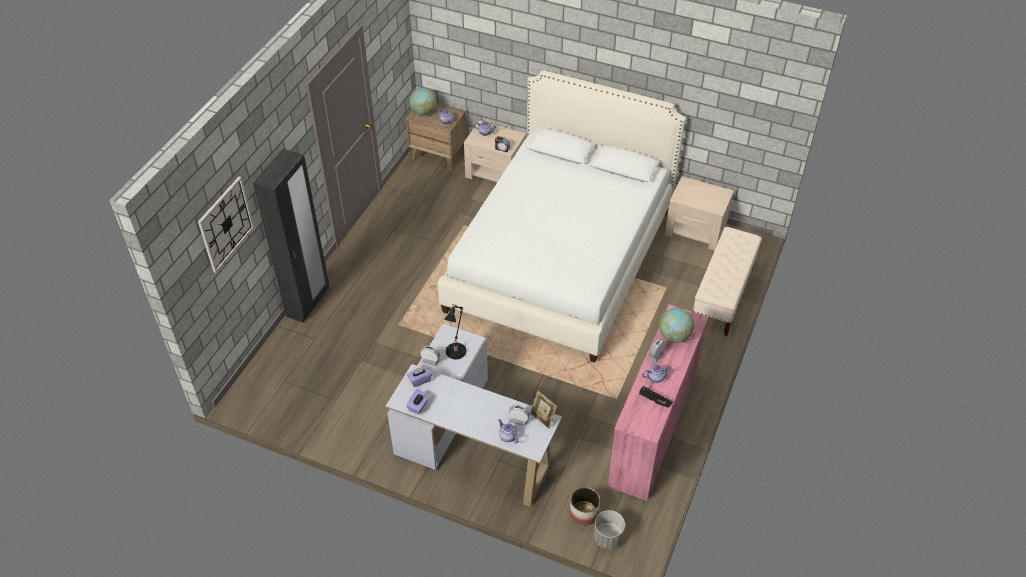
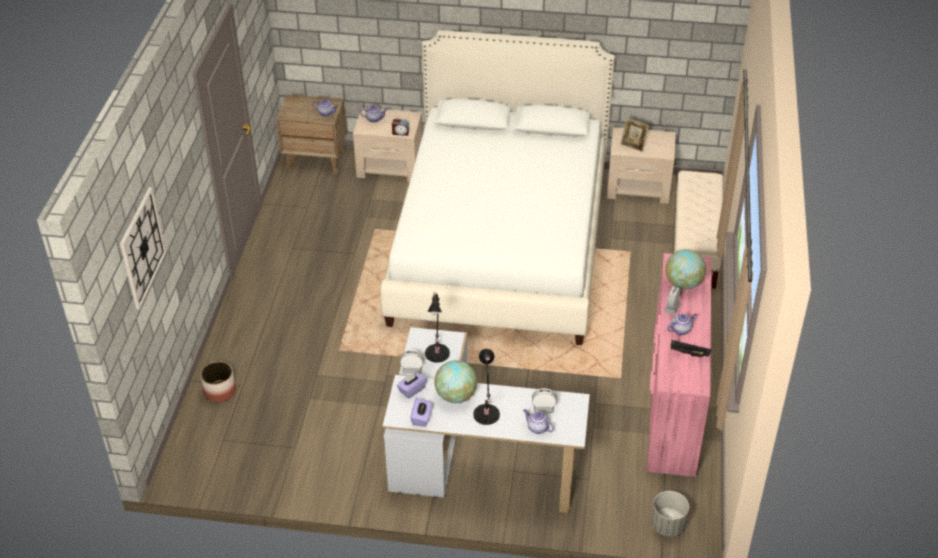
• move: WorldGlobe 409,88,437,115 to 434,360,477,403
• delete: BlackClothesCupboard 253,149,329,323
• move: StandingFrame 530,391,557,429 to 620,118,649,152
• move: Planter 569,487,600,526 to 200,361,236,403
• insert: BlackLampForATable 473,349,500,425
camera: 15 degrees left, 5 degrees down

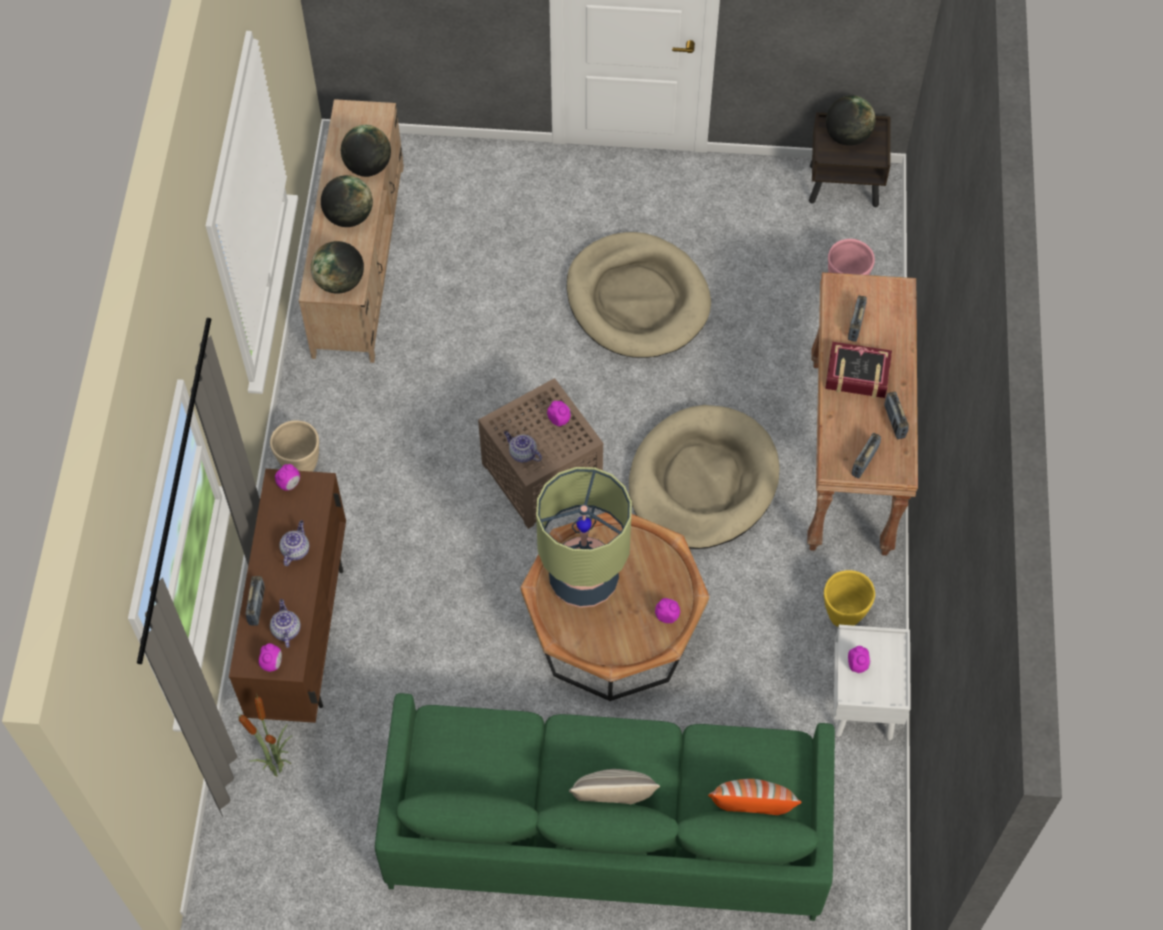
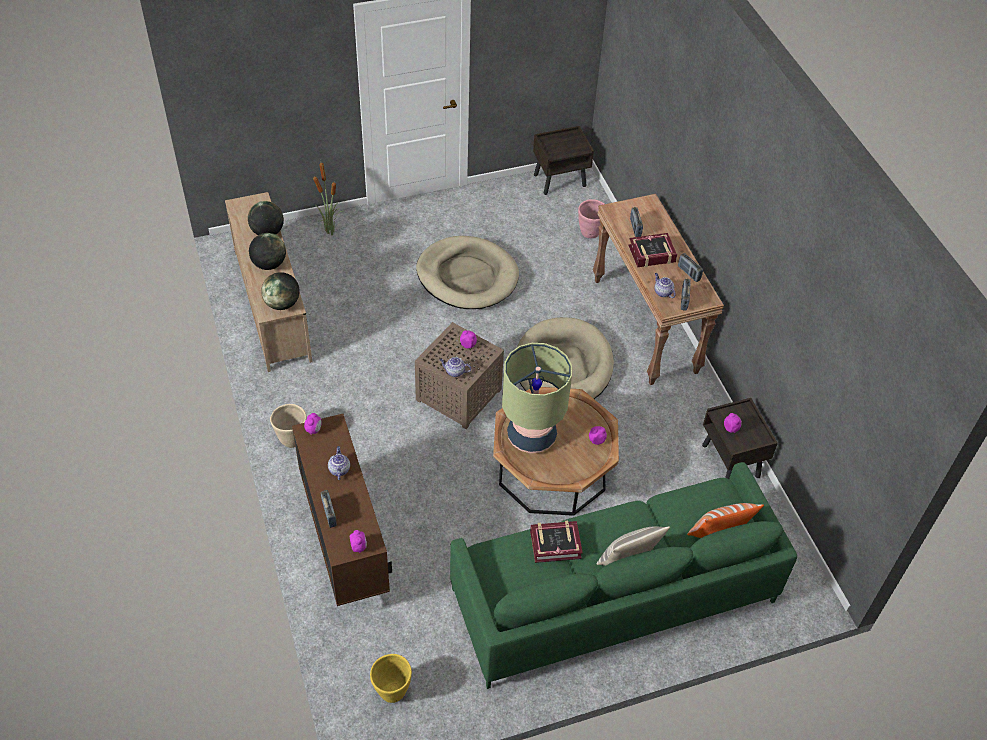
• delete: WorldGlobe 826,95,876,146
• move: YellowishPlanter 824,570,875,627 to 370,654,412,703
• move: PotForTea 270,599,301,648 to 654,273,676,298
• recolor: WhiteColouredNightstand 834,625,911,740 to BrownNightstand 702,398,778,479
• move: Houseplant 239,693,292,776 to 313,158,342,235
• insert: Book 530,521,583,563
camera: 25 degrees left, 10 degrees down

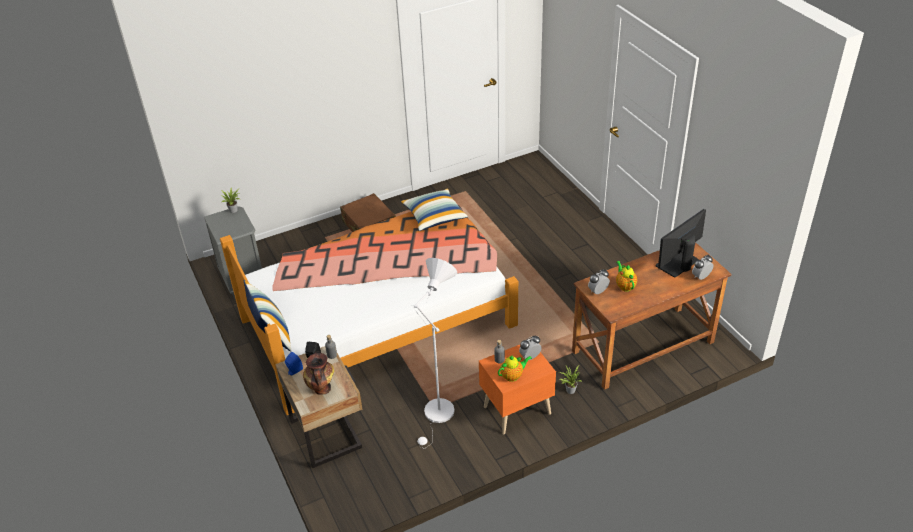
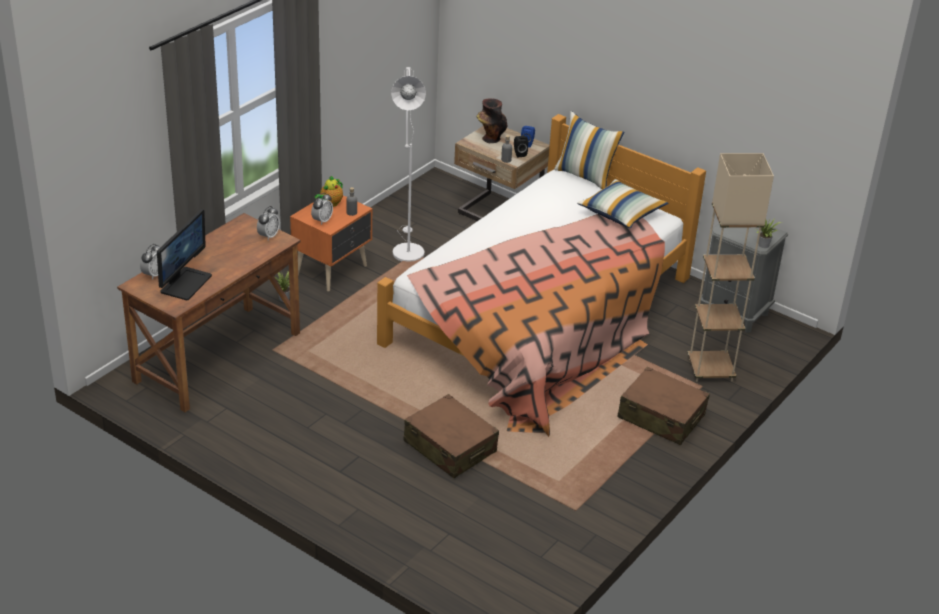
• move: Cushion 400,188,468,231 to 577,179,668,228
• delete: PotForTea 616,261,637,292
• insert: BeigeColouredStandardLamp 688,153,774,382
• insert: BrownTravelCase 404,394,499,478
camera: 150 degrees right, 5 degrees down

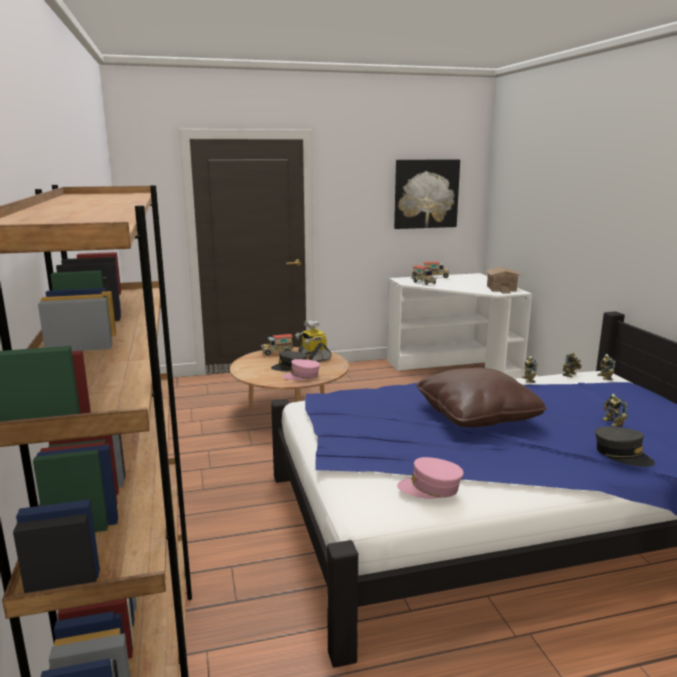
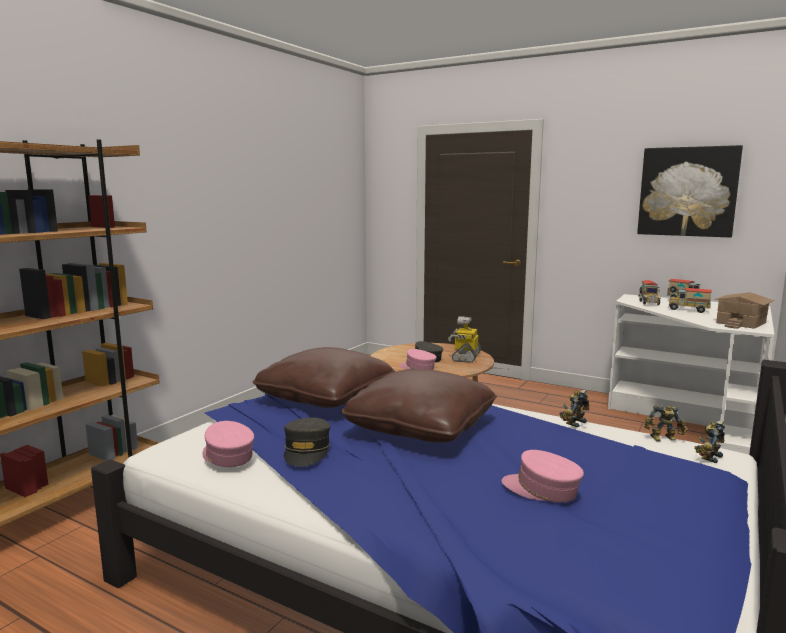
• move: ToyLorry 261,334,293,355 to 669,288,712,313
• replace: ToyRobot 602,393,628,427 to PinkishBaseballCap 502,450,584,503
• move: GreyishBaseballCap 595,426,655,467 to 284,418,330,467
• insert: BrownCushion 252,347,395,408
camera: 45 degrees right, 5 degrees down

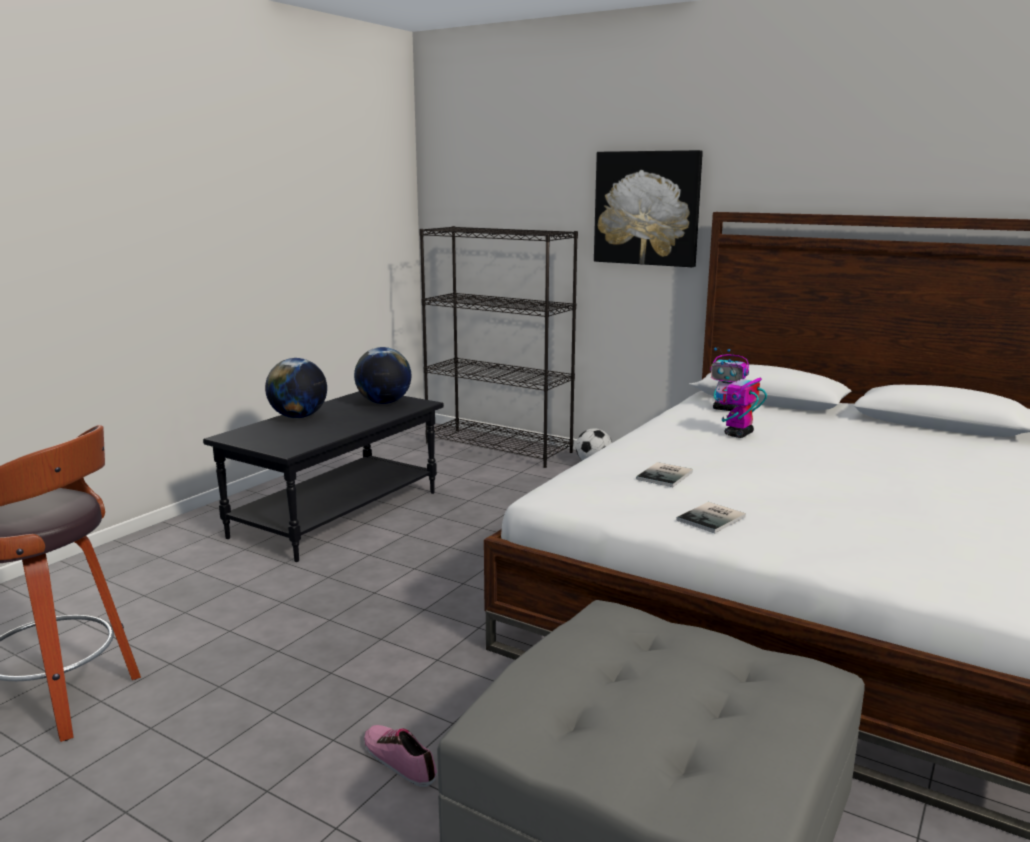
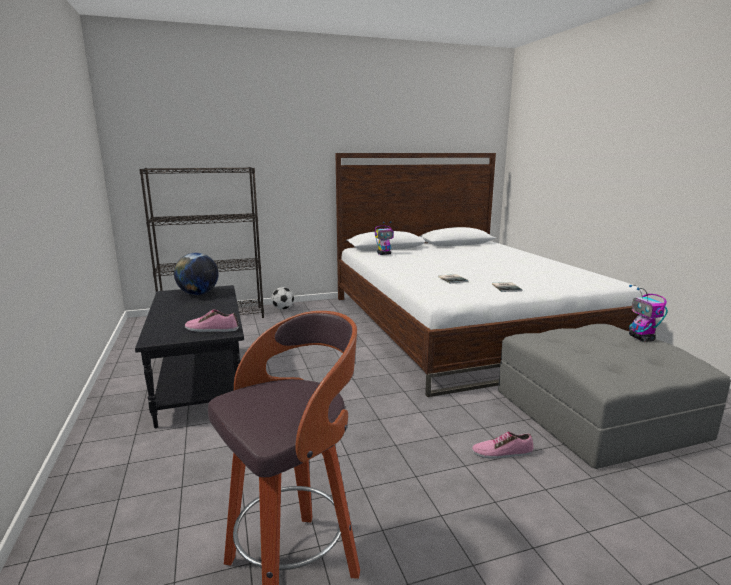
• delete: WallPicture 594,150,703,267
• delete: WorldGlobe 265,358,327,418
• move: ToyRobot 721,359,767,438 to 629,285,668,342
• insert: ItemOfFootwear 185,310,239,332
camera: 50 degrees left, 0 degrees up

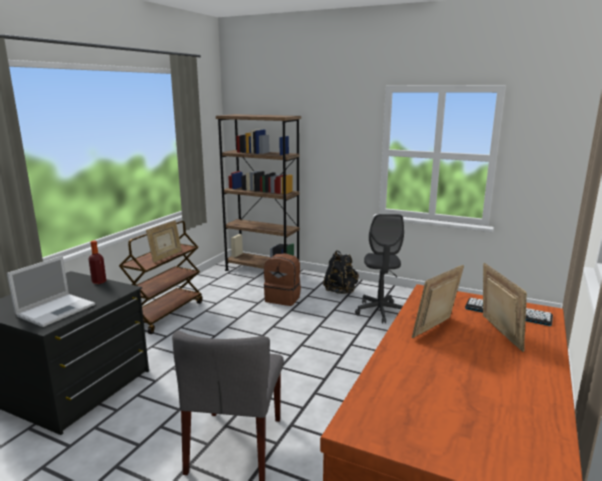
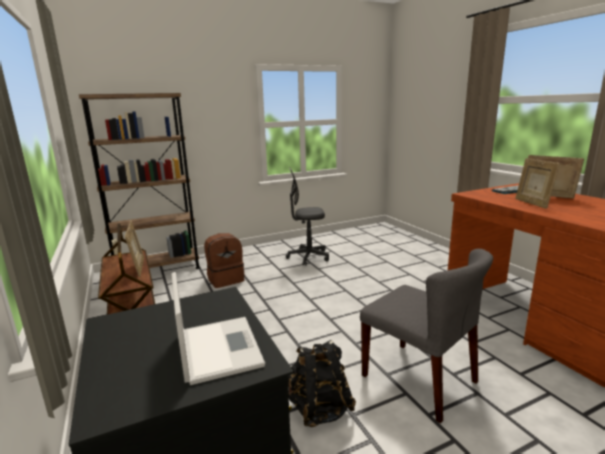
• rotate: GreyishDeskChair 355,214,404,323 = 286,167,329,266 135 degrees clockwise
• delete: BeverageBottle 88,240,106,284
• move: BlackRucksack 323,250,359,294 to 288,340,356,427
camera: 50 degrees left, 0 degrees up

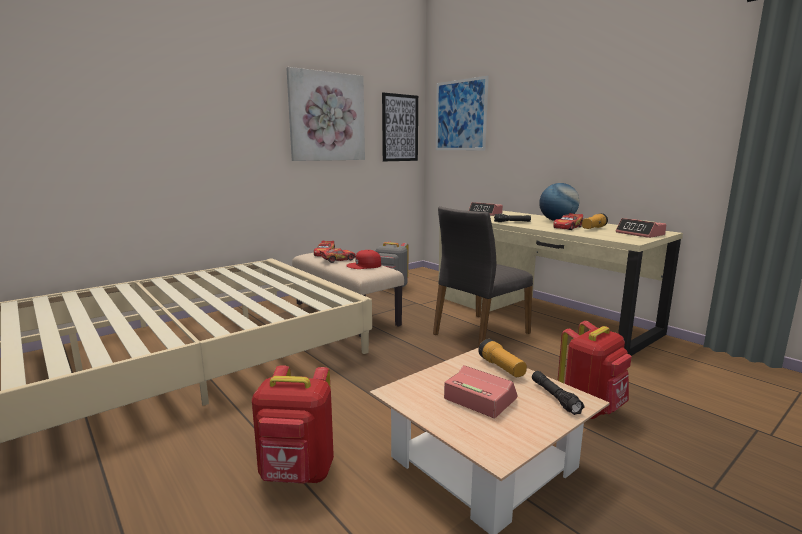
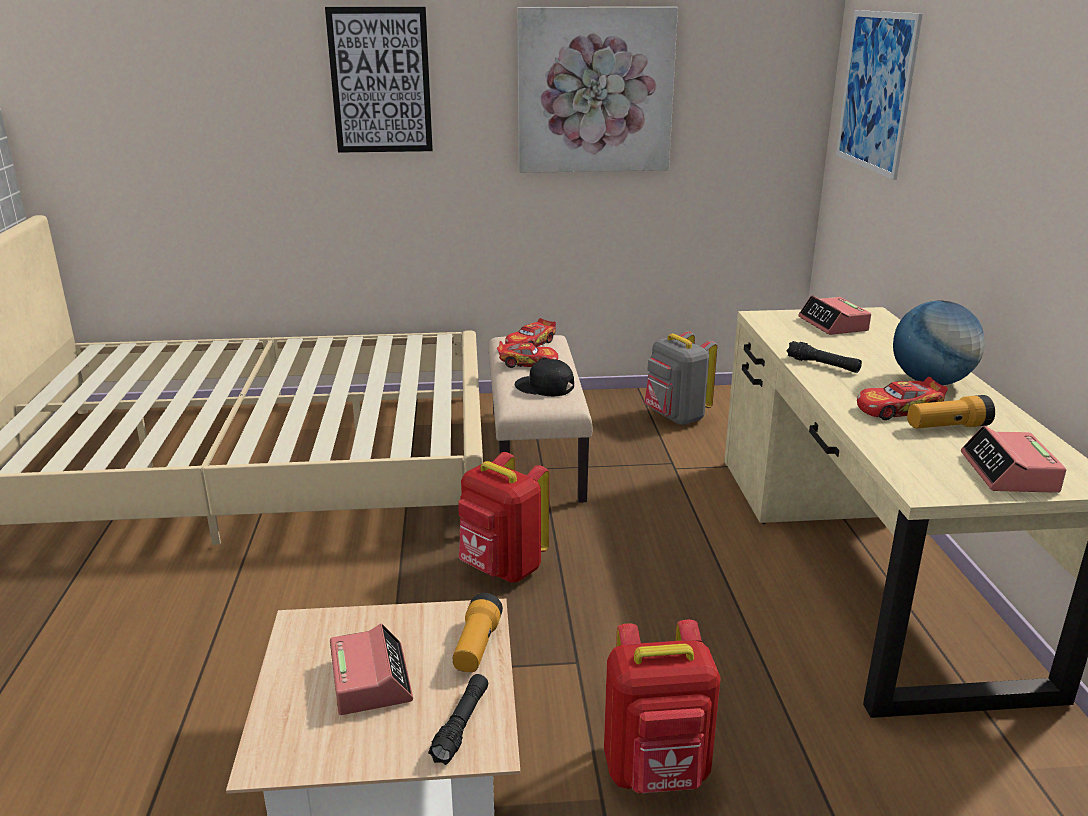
• move: WallPicture 382,92,418,161 to 325,7,433,153
• delete: GreyishChair 433,206,533,348
• recolor: RedColouredBaseballCap 346,250,381,269 to BlackBaseballCap 515,359,574,396
• move: RedColouredRucksack 252,365,334,484 to 458,452,549,583
camera: 35 degrees right, 10 degrees up

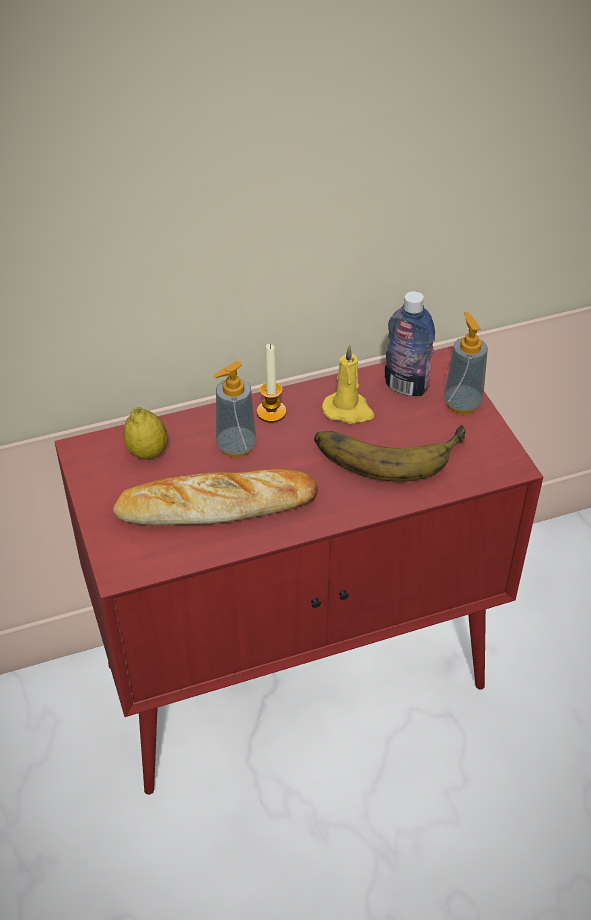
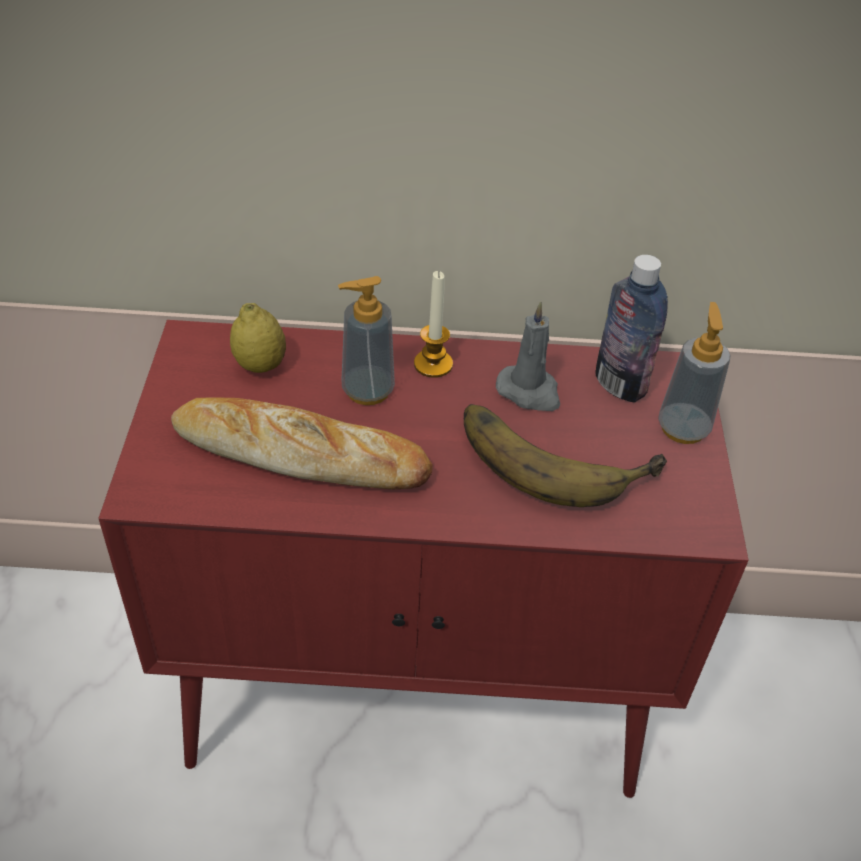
• recolor: YellowishWaxLight 322,345,374,424 to GreyishWaxLight 496,301,560,411
camera: 20 degrees right, 0 degrees up

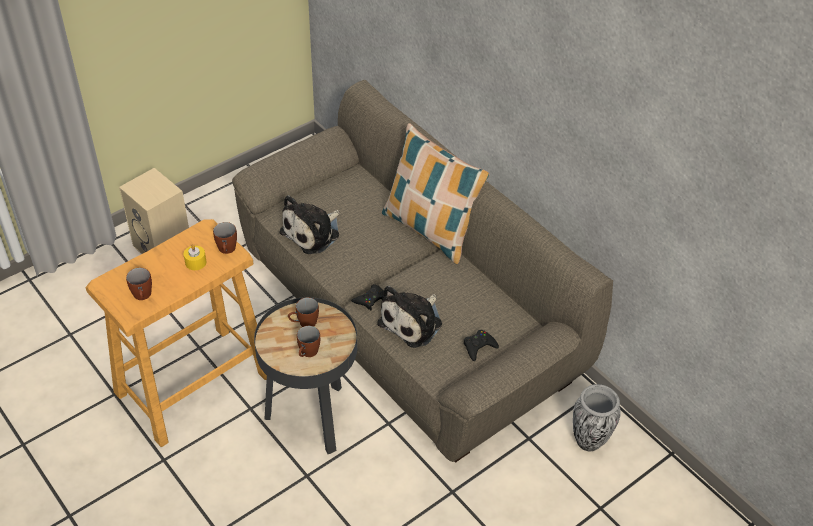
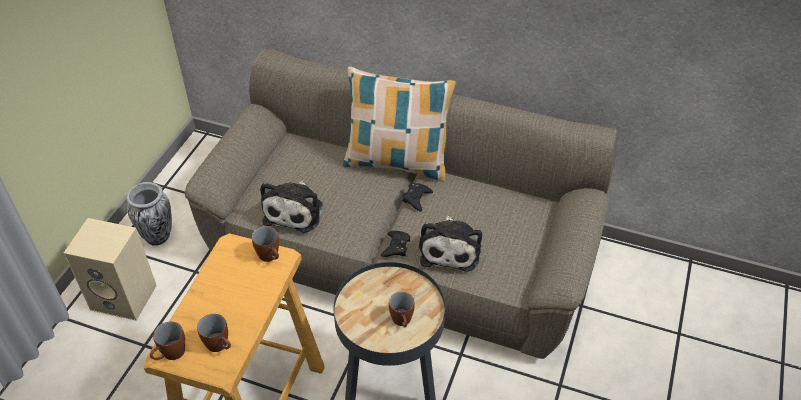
• delete: YellowishWaxLight 184,245,206,270
• move: BrownCoffeeMug 288,298,319,327 to 150,321,185,360
• move: BlackGameController 464,330,499,361 to 402,183,433,211
• move: DecorativeVase 573,384,621,451 to 126,182,172,246
camera: 30 degrees left, 0 degrees up

